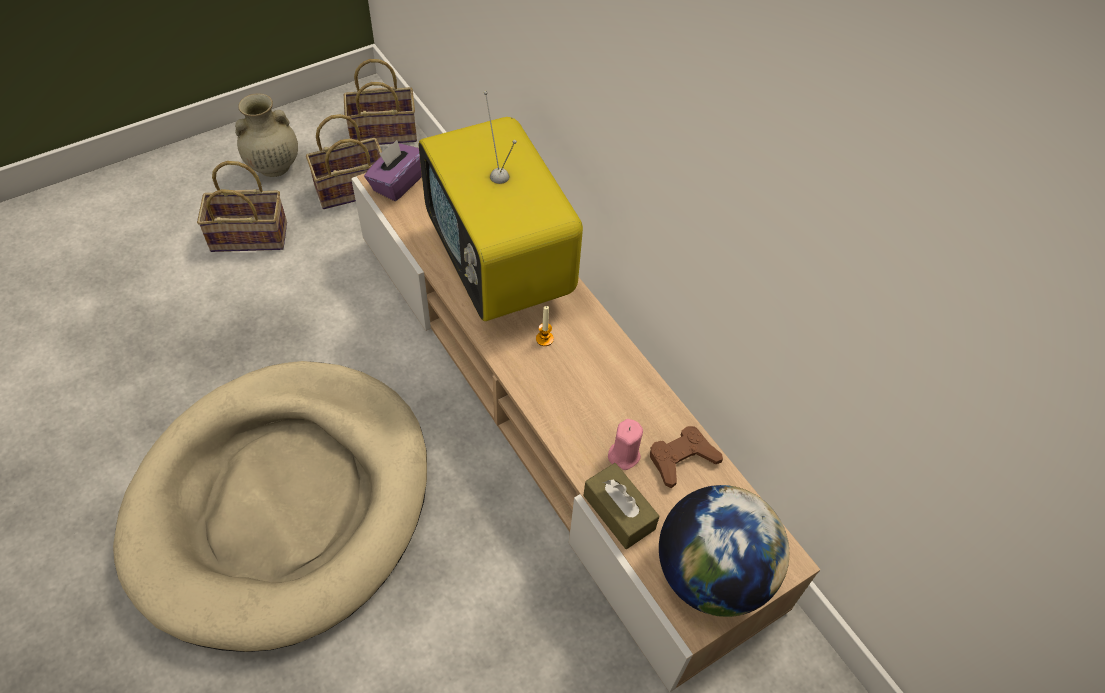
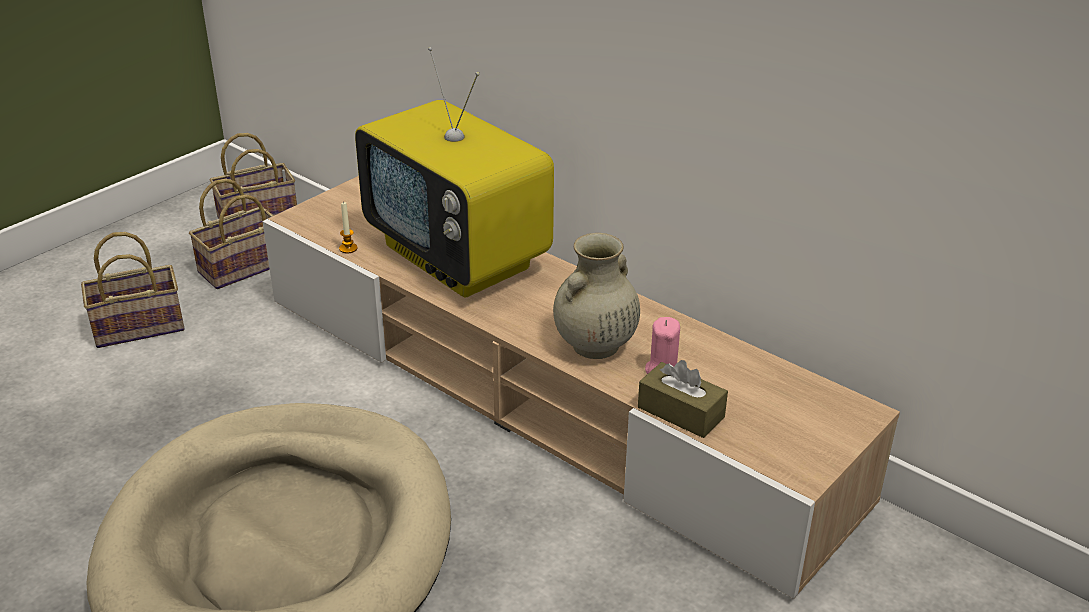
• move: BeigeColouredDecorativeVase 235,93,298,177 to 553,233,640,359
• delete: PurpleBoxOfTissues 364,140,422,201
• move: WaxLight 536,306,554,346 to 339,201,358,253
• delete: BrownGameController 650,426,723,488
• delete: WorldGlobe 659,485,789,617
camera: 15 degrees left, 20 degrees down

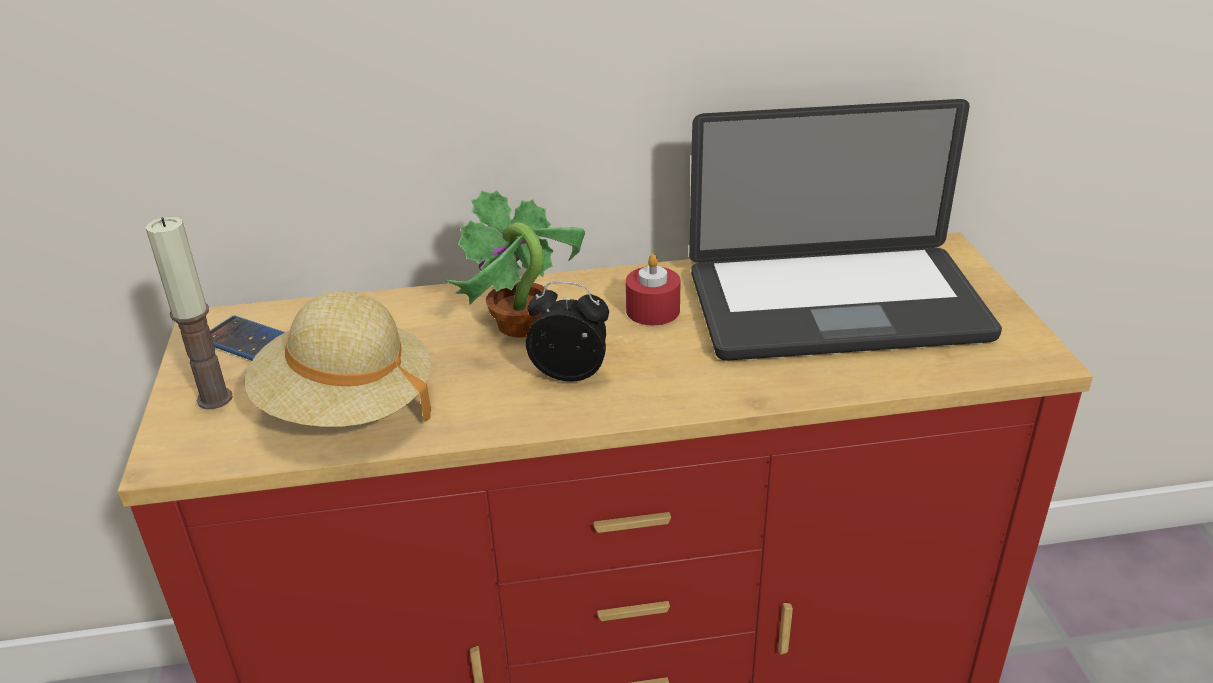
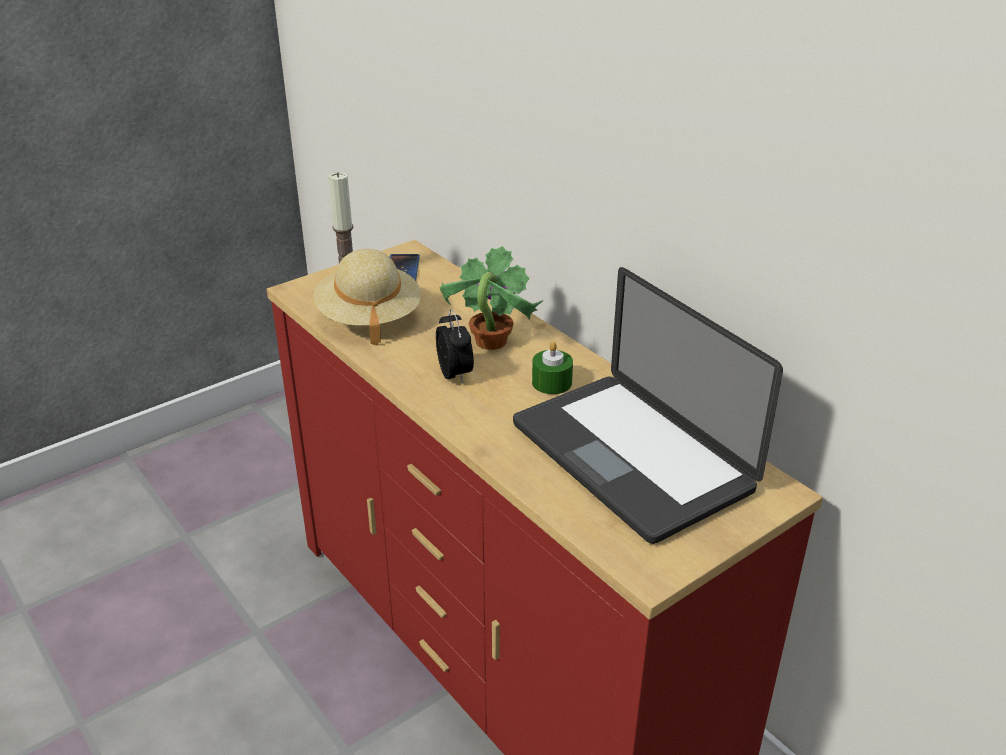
• recolor: RedColouredWaxLight 626,254,681,325 to GreenWaxLight 532,342,573,394
camera: 60 degrees right, 0 degrees up

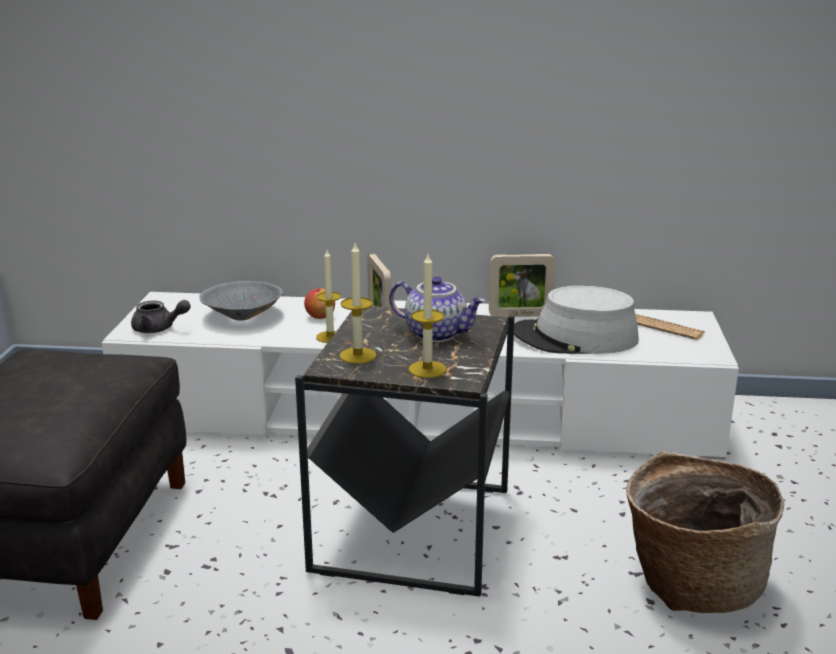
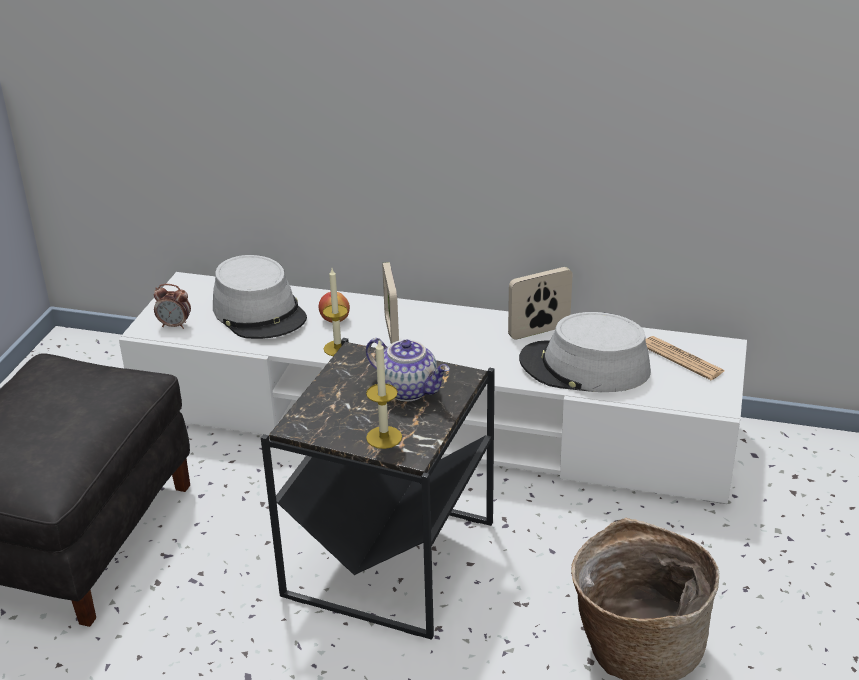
• delete: WaxLight 340,243,377,364
• rotate: StandingFrame 489,254,556,317 = 508,267,573,340 150 degrees clockwise
• replace: GreyishServingBowl 199,281,283,321 to GreyishWearableHat 213,255,307,339
• replace: GreyishPotForTea 131,300,191,333 to BedsideClock 154,284,191,329
camera: 10 degrees right, 10 degrees up

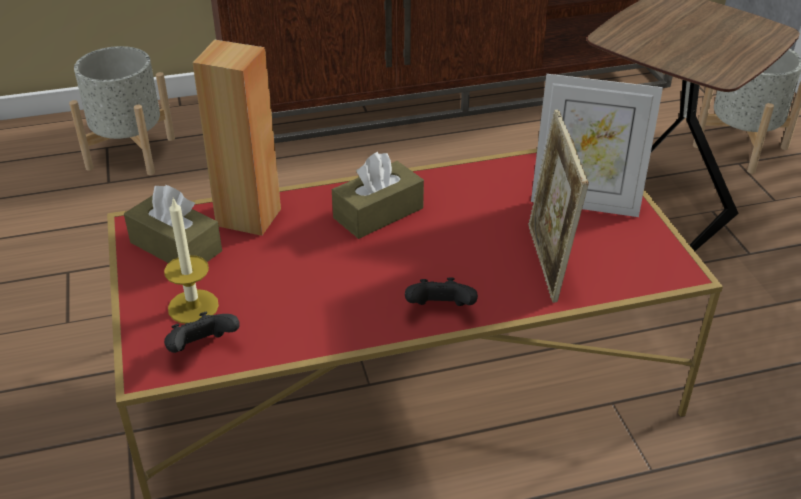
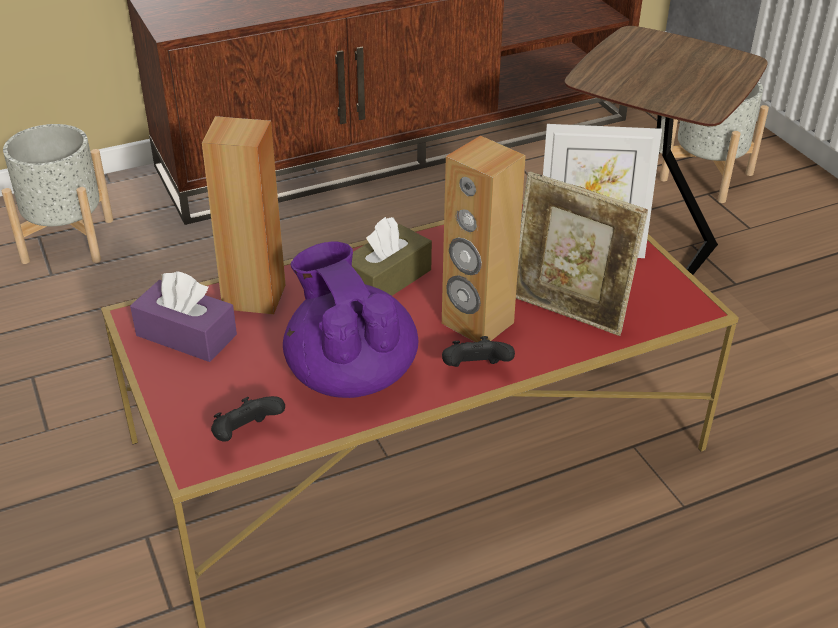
• rotate: StandingFrame 528,109,589,303 = 516,172,648,336 45 degrees counterclockwise
• recolor: BrownBoxOfTissues 124,185,222,263 to PurpleBoxOfTissues 130,271,237,362
• delete: WaxLight 164,197,219,324
• insert: BrownAudioSpeaker 442,136,526,342
• insert: PurplePotForTea 283,241,418,398
camera: 10 degrees left, 0 degrees up

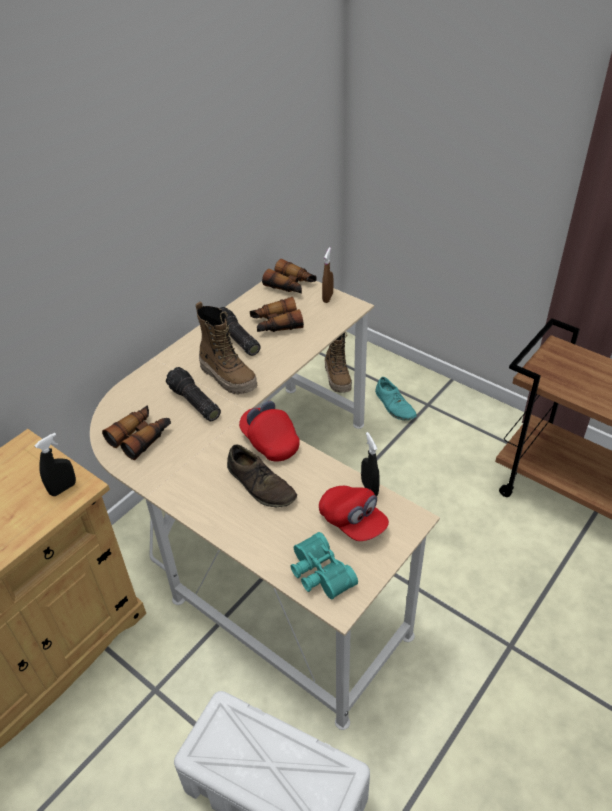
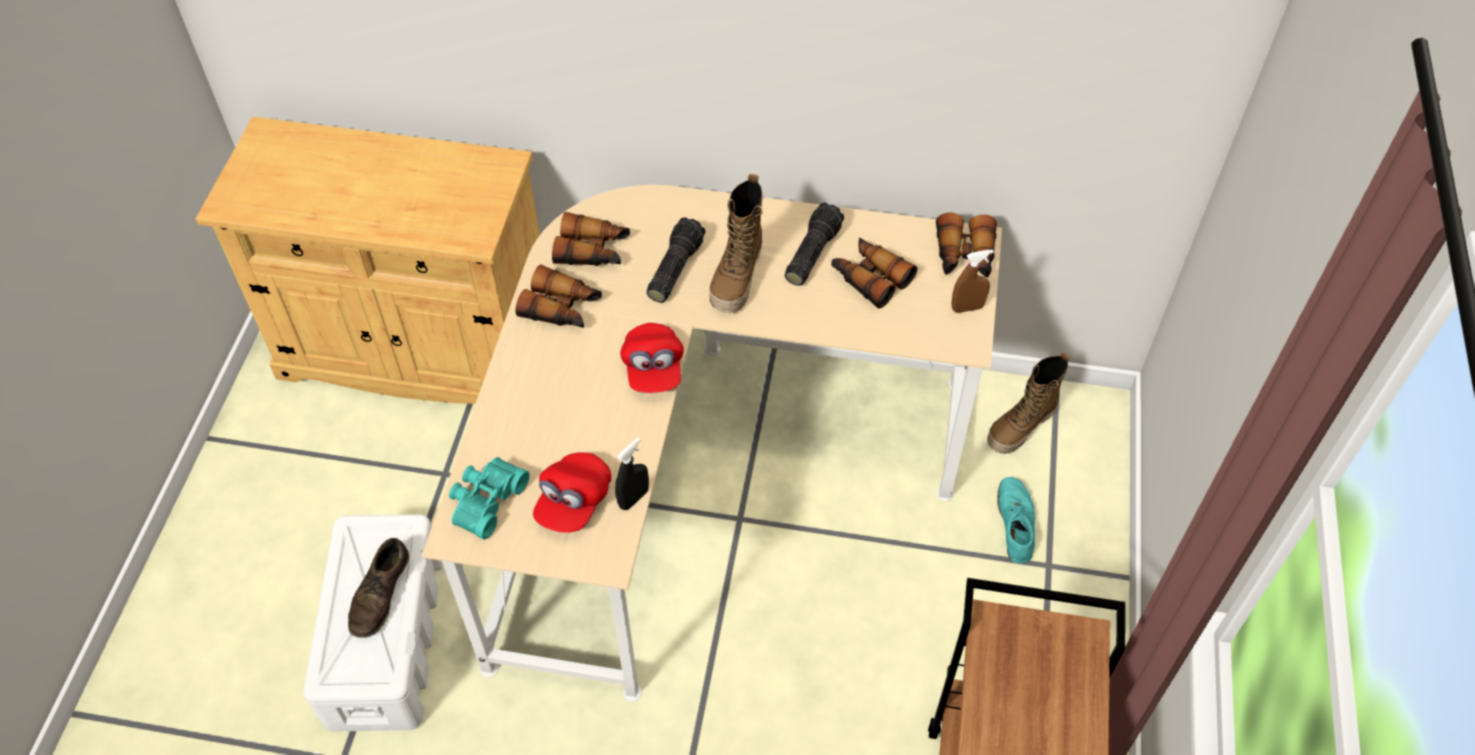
• rotate: TurquoiseItemOfFootwear 375,377,417,420 = 997,477,1035,563 150 degrees clockwise
• rotate: RedColouredBaseballCap 239,401,300,462 = 620,323,684,393 150 degrees clockwise
• delete: BlackHandSprayer 35,433,76,496
• move: BrownItemOfFootwear 227,444,297,507 to 348,538,409,638
• insert: FieldGlasses 515,265,602,328
camera: 60 degrees right, 10 degrees up

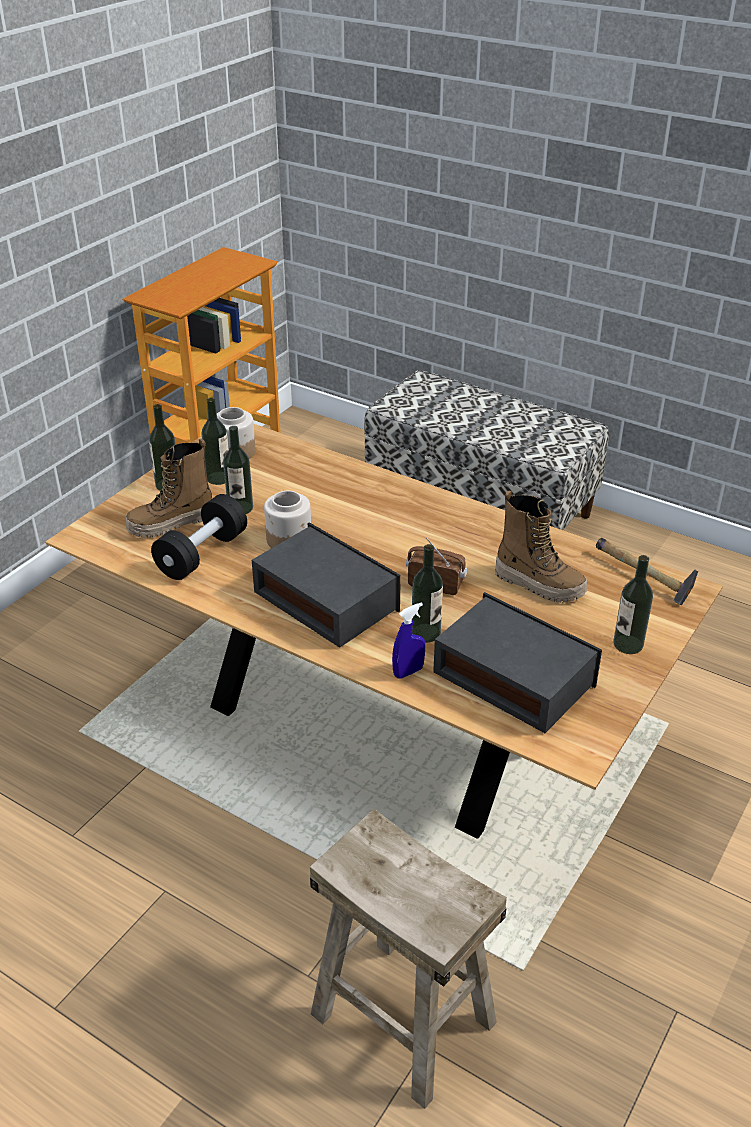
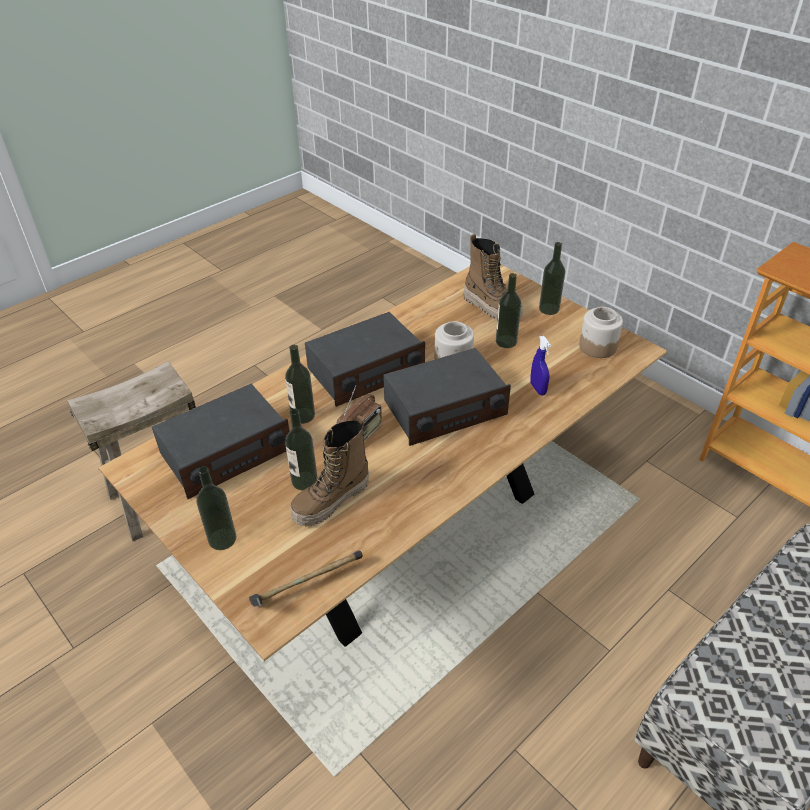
• move: BeverageBottle 202,398,229,485 to 285,408,318,491
• rotate: TallBoot 126,438,212,538 = 464,234,523,320 150 degrees clockwise
• delete: BlackFreeWeight 151,494,247,580
• move: BlueColouredHandSprayer 392,602,425,679 to 530,336,551,395
• insert: RadioSet 383,348,511,446
camera: 105 degrees right, 5 degrees up

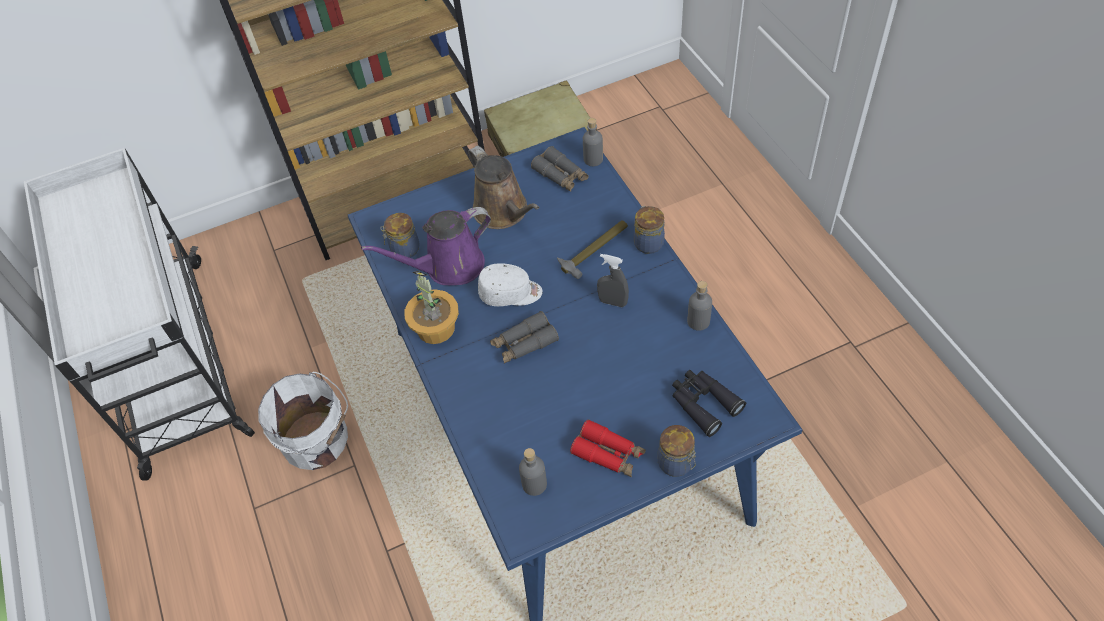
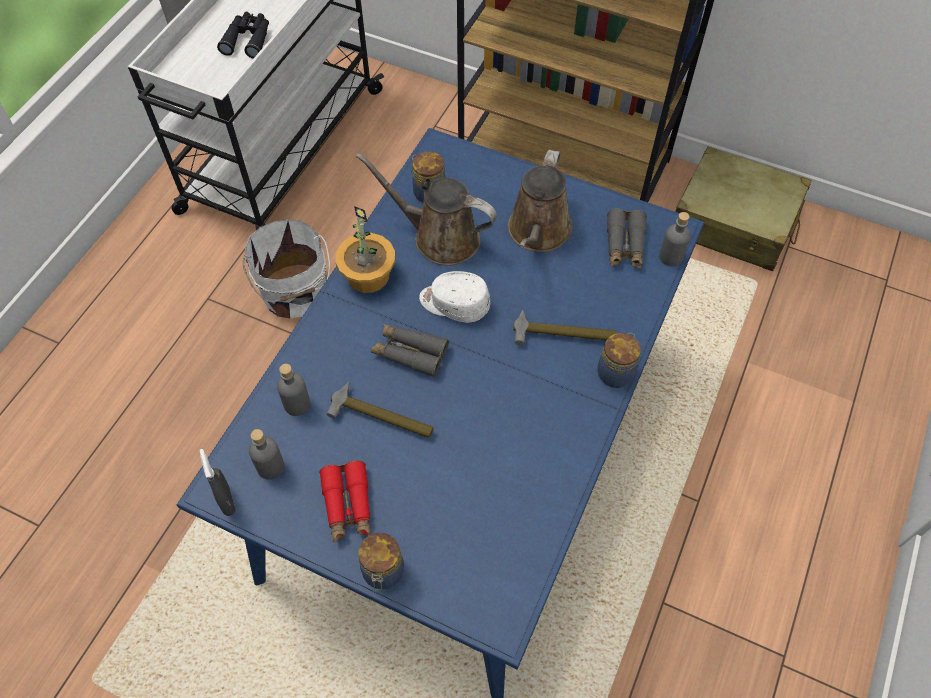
• recolor: PurpleWateringCan 361,207,491,285 to BrownWateringCan 355,153,497,266
• move: GreyishHandSprayer 597,254,629,307 to 200,449,236,516
• rotate: WhiteColouredBaseballCap 478,263,543,306 = 419,271,490,322 150 degrees clockwise
• move: GreyishBeverageBottle 687,281,712,331 to 277,364,310,416
• move: BlackFieldGlasses 672,370,746,437 to 217,12,269,59
• insert: ToolHammer 327,382,434,438
camera: 45 degrees right, 5 degrees up

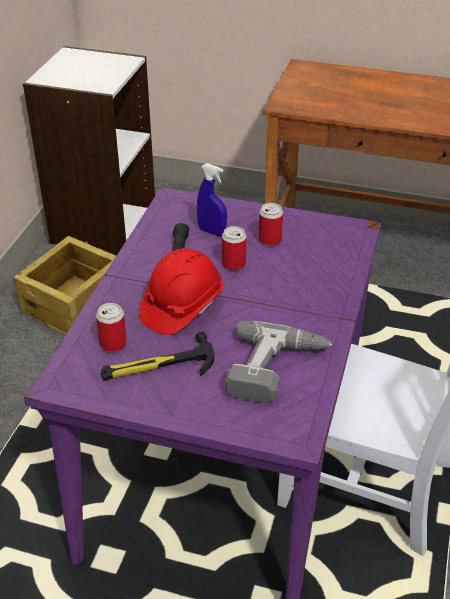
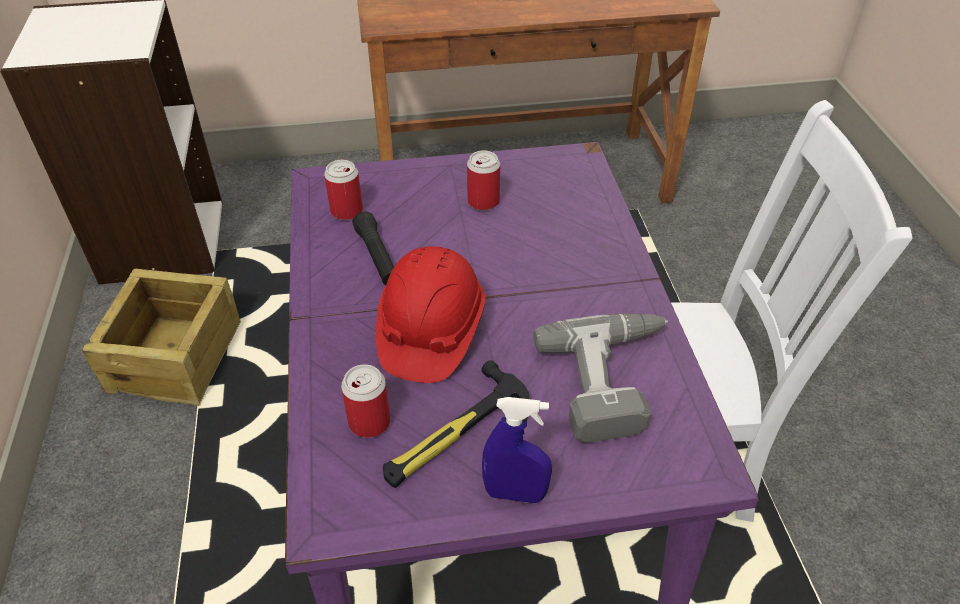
• move: BlueColouredHandSprayer 197,163,227,236 to 482,397,552,503
• move: MetalCan 222,226,247,271 to 324,160,363,220
camera: 25 degrees left, 5 degrees up

